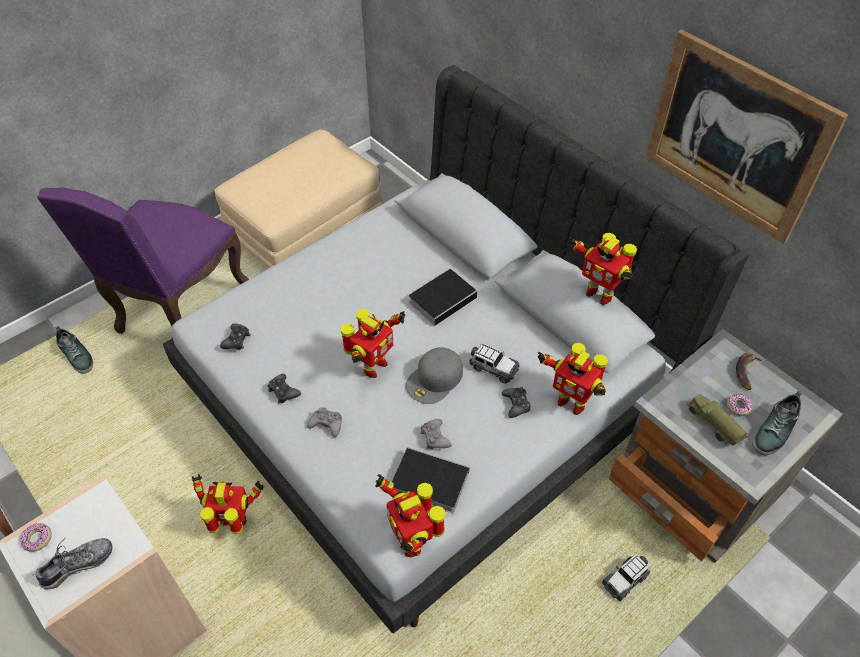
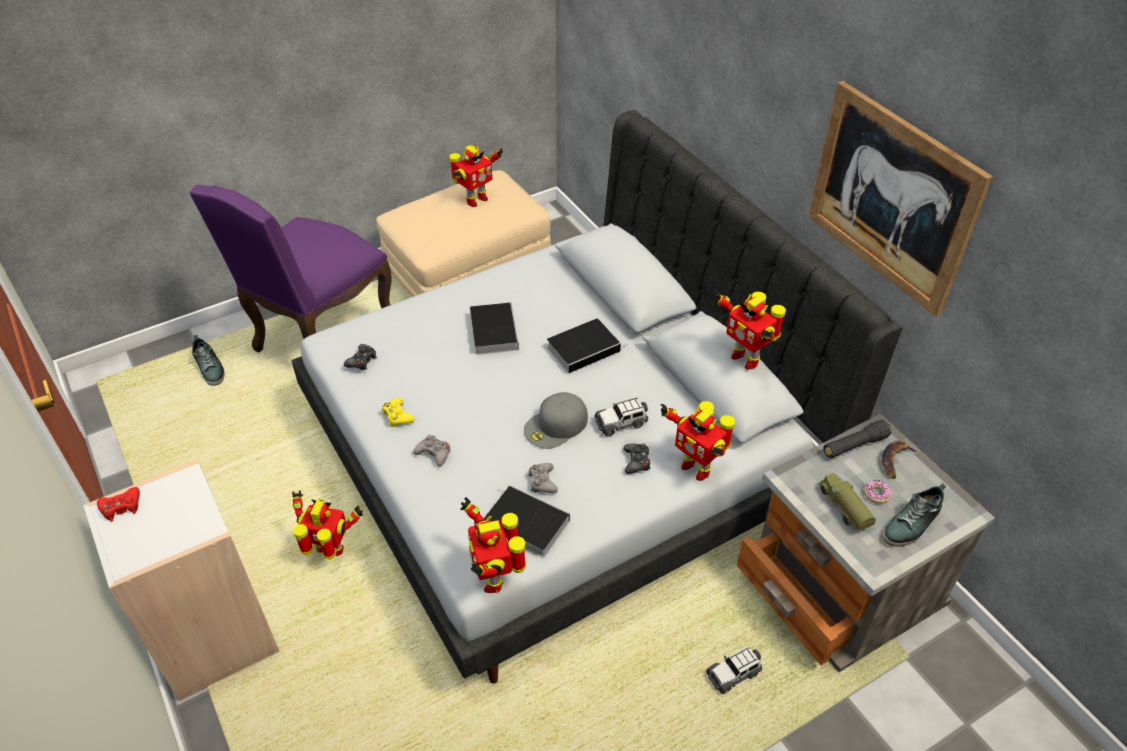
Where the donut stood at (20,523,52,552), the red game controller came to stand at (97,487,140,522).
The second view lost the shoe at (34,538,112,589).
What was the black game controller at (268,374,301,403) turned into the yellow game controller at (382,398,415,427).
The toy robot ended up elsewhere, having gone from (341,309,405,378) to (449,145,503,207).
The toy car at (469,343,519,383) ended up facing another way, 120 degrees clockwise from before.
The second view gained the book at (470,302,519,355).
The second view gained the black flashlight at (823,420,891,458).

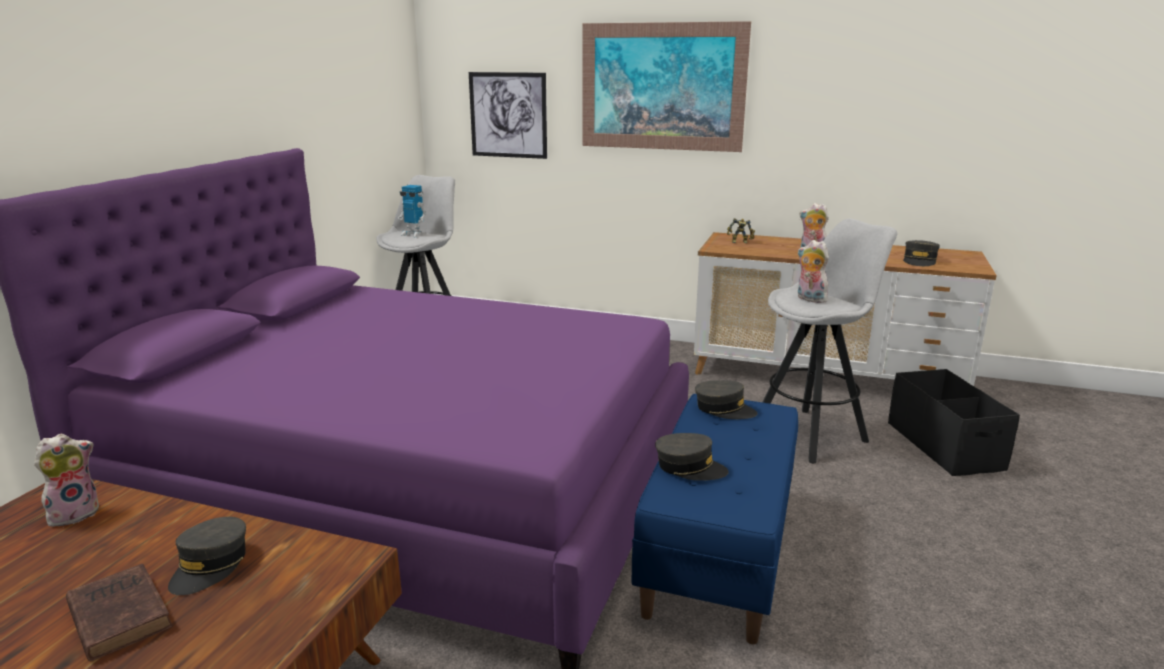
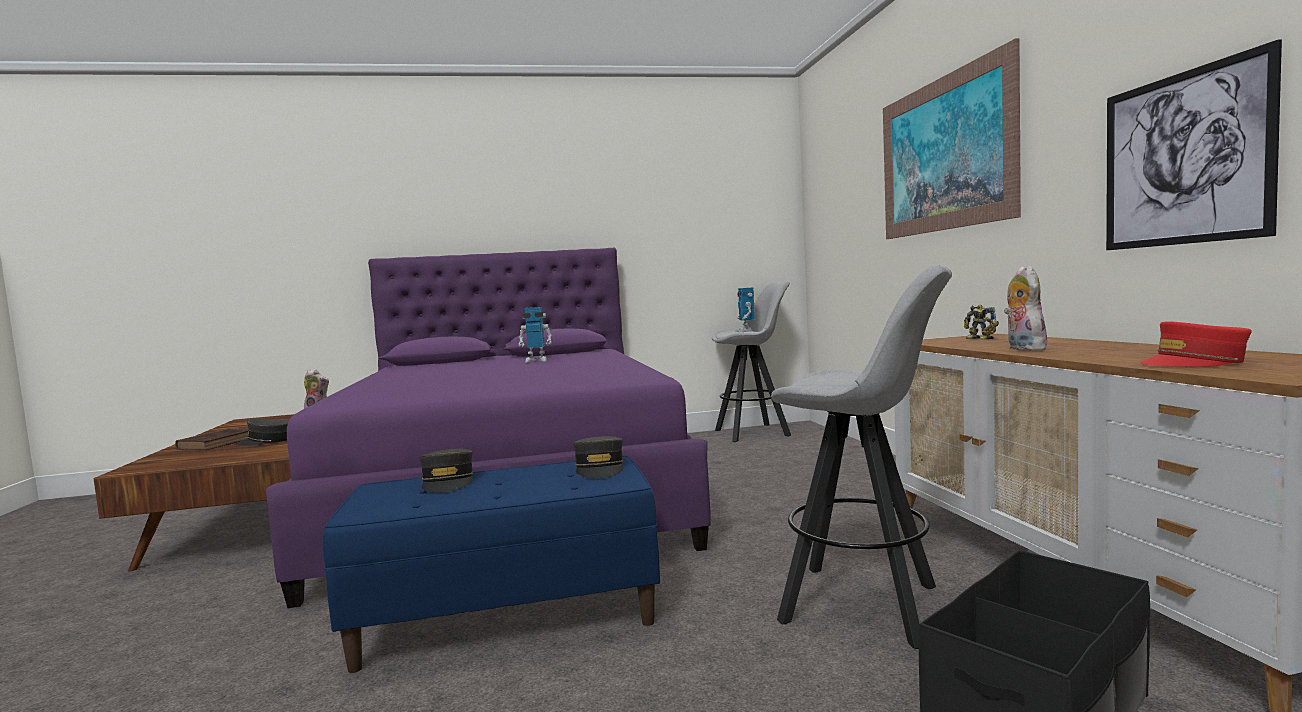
The picture ended up elsewhere, having gone from (469,72,547,159) to (1106,39,1282,250).
The second view lost the plush toy at (797,240,829,303).
What was the grey cap at (903,240,940,266) turned into the red cap at (1140,321,1252,367).
The second view gained the toy robot at (518,307,552,363).

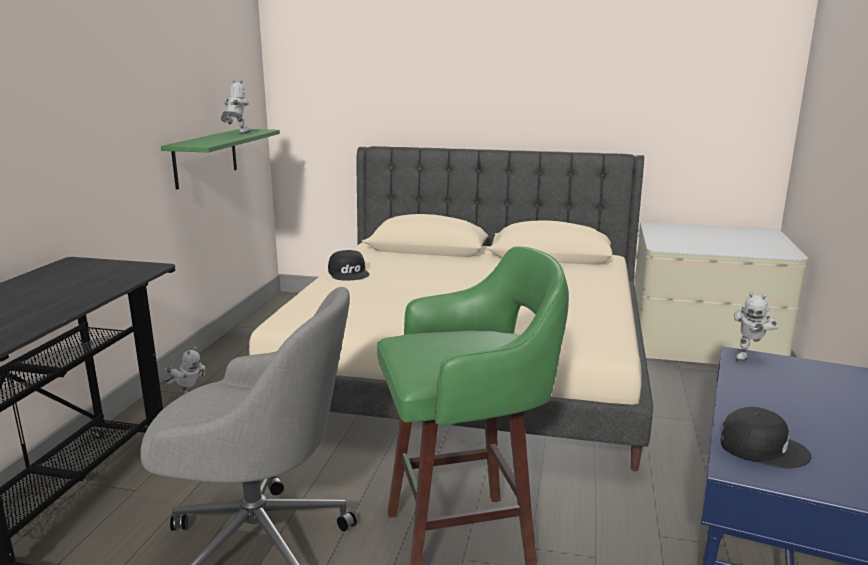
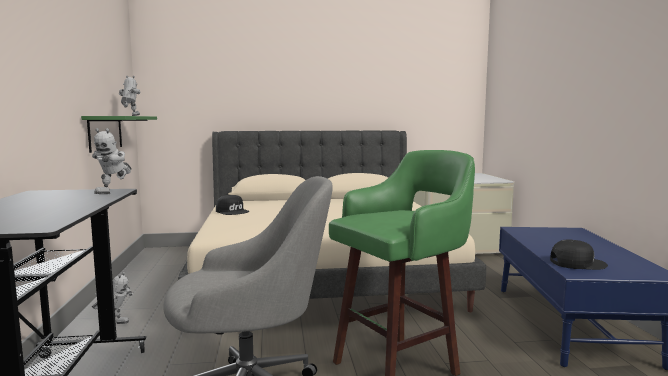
The toy robot ended up elsewhere, having gone from (734,292,778,362) to (92,128,132,194).

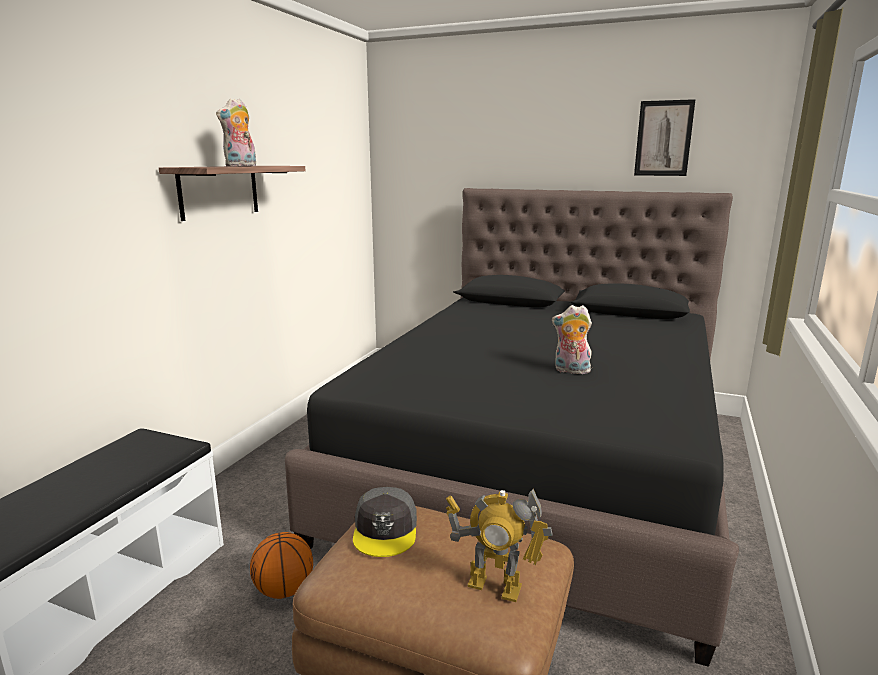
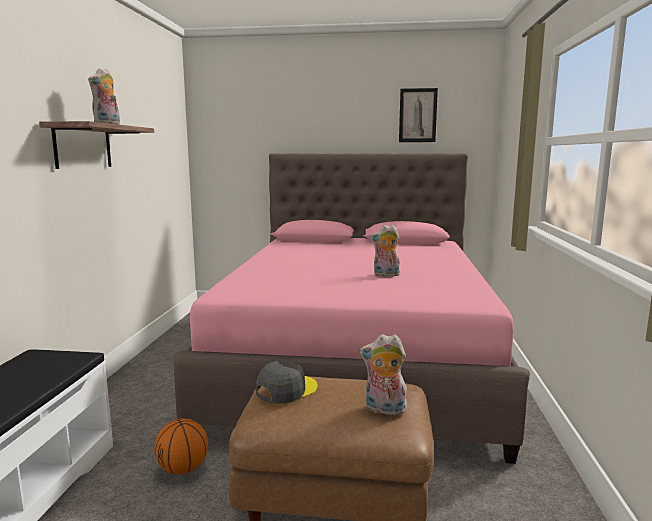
What was the black bed at (285,188,739,667) turned into the pink bed at (173,153,530,464).
The grey cap at (353,487,417,557) ended up facing another way, 120 degrees counterclockwise from before.
Where the toy robot stood at (446,489,552,602), the plush toy came to stand at (360,334,408,415).

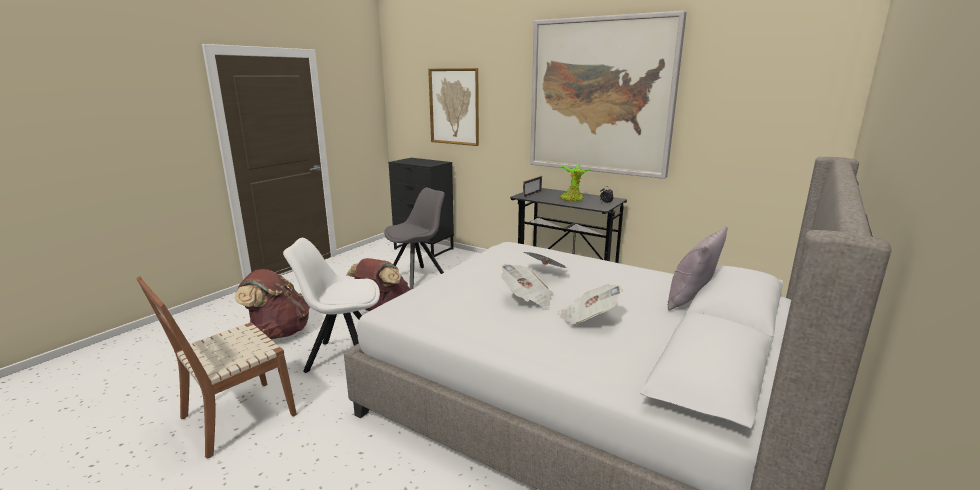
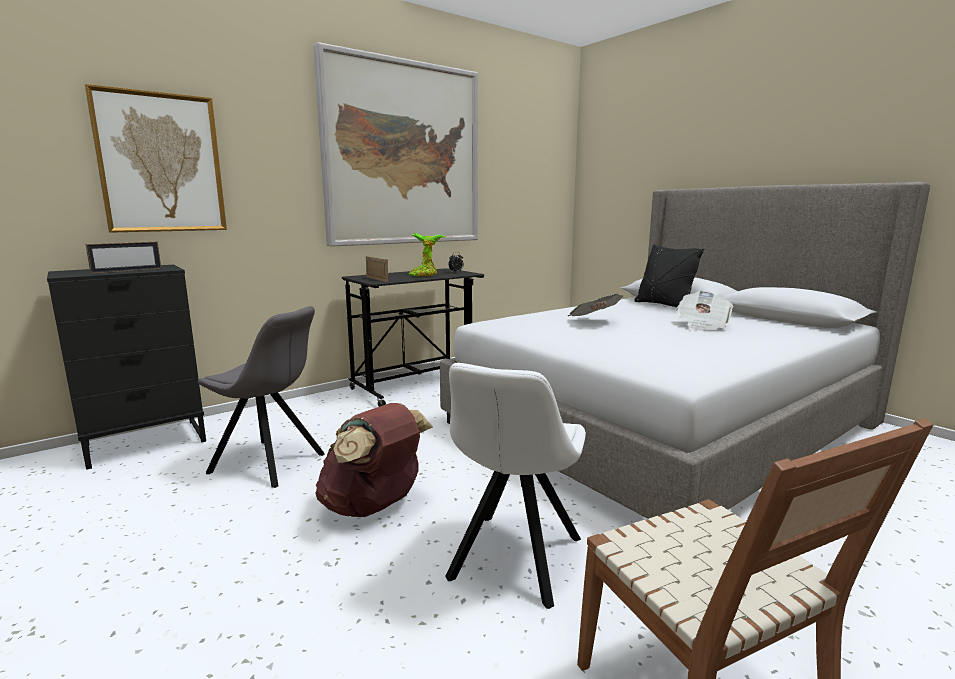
The second view lost the brown backpack at (235,269,310,339).
The grey chair at (384,188,445,290) ended up facing another way, 135 degrees clockwise from before.
The second view lost the newspaper at (501,264,553,308).
What was the purple pillow at (668,226,728,310) turned into the black pillow at (634,244,705,308).
The second view gained the picture frame at (85,241,161,274).

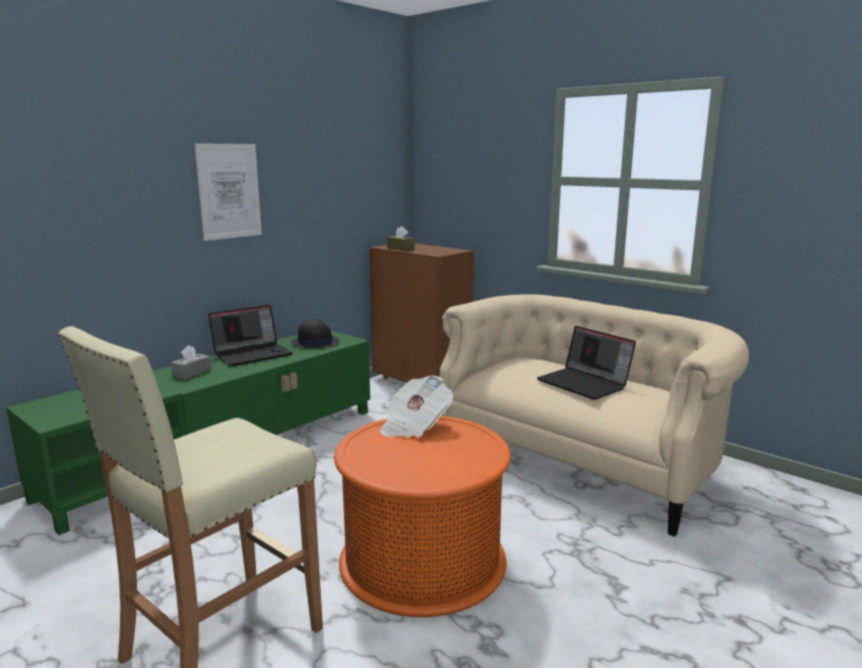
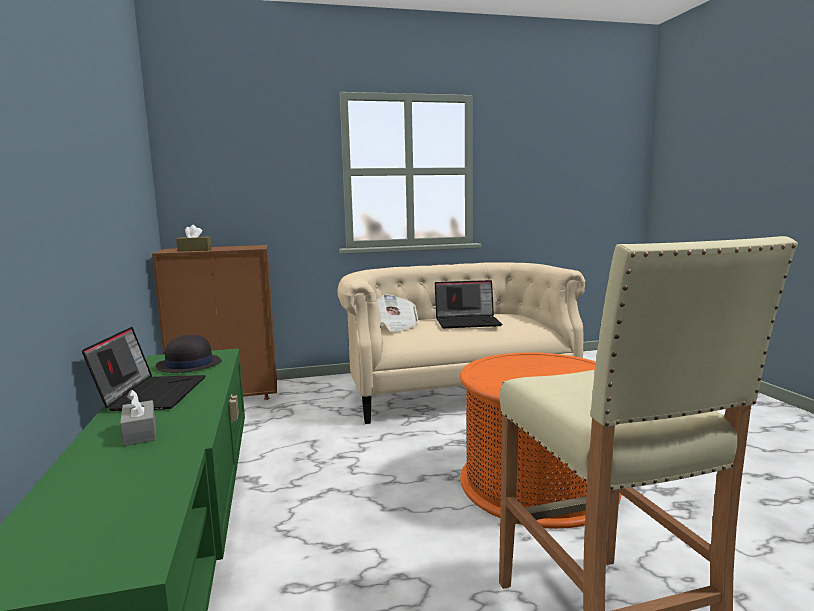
The second view lost the picture at (194,143,262,241).
The newspaper ended up elsewhere, having gone from (380,375,453,437) to (377,294,418,332).

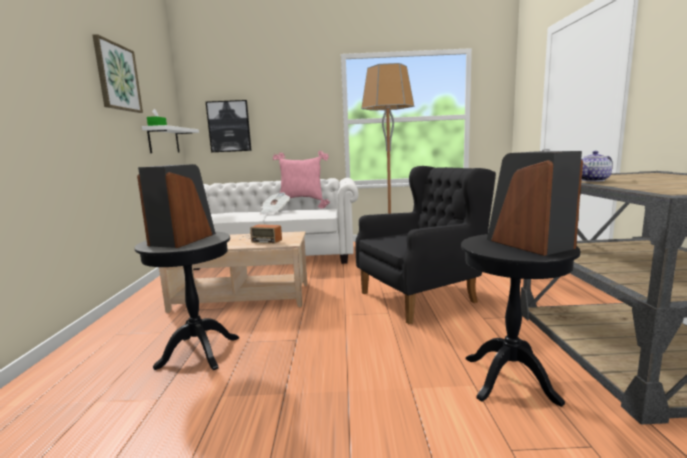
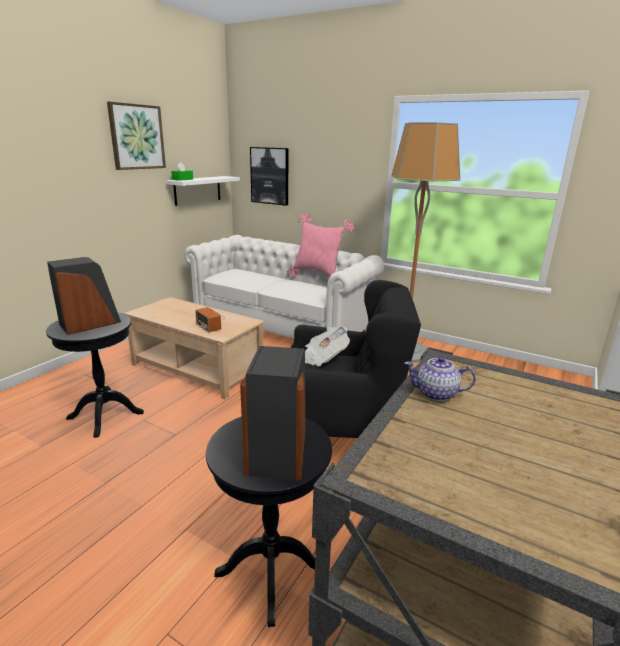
The newspaper ended up elsewhere, having gone from (260,192,290,215) to (305,326,350,367).

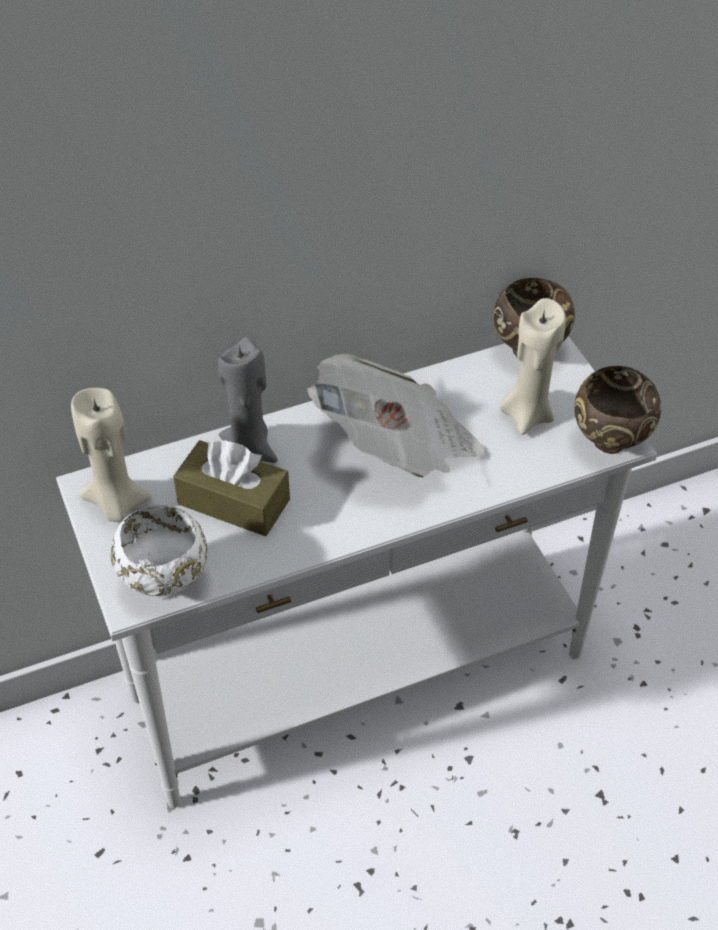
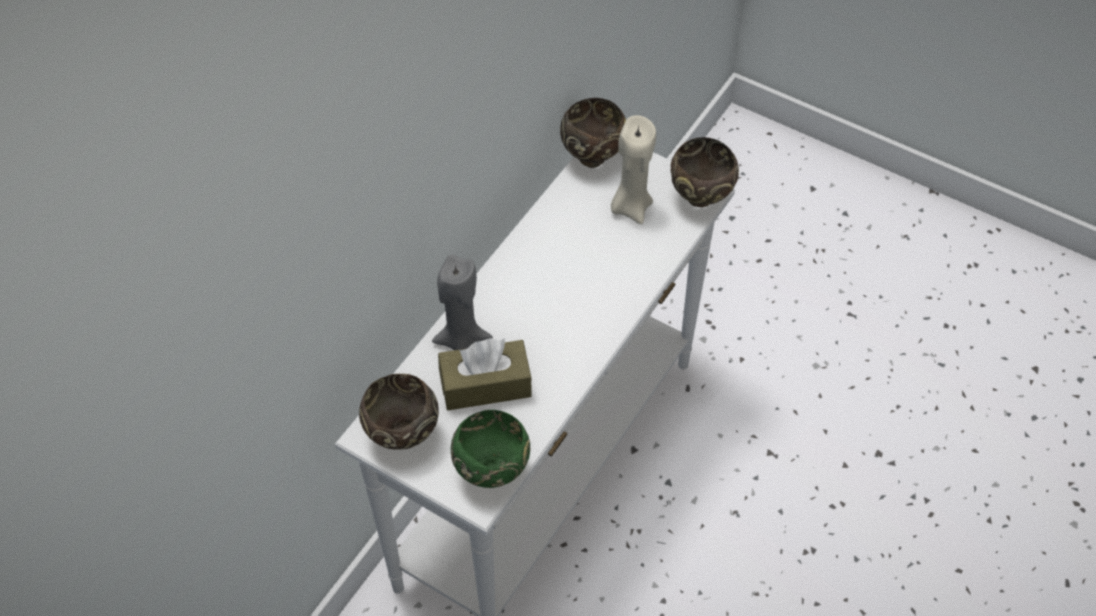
Where the beige candle stood at (71,388,152,522), the brown bowl came to stand at (359,374,439,450).
What was the white bowl at (111,505,207,598) turned into the green bowl at (451,410,530,488).
The second view lost the newspaper at (307,354,484,478).

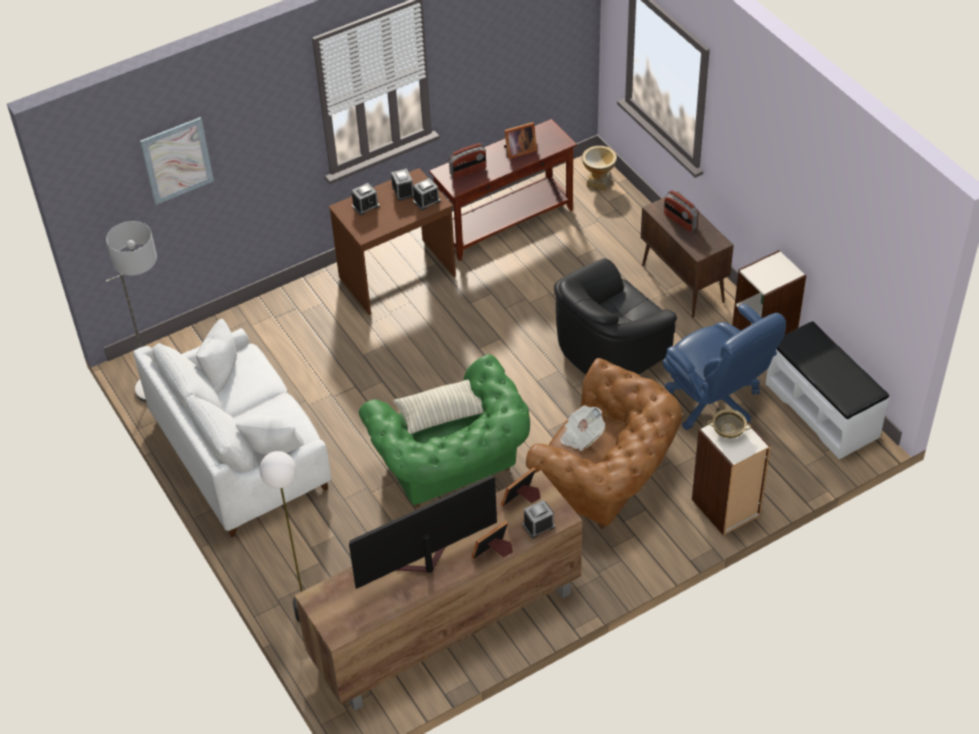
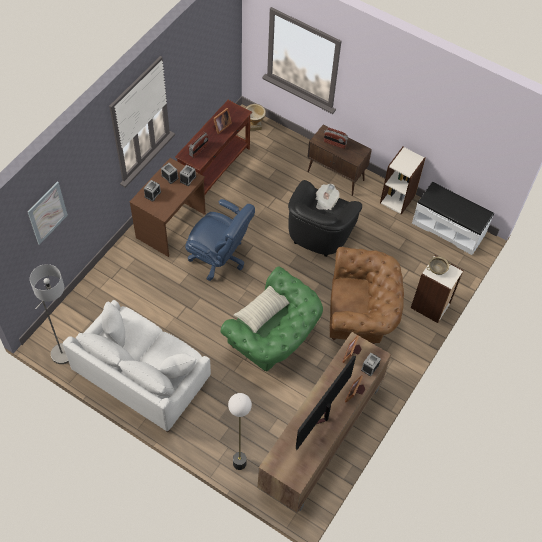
The newspaper ended up elsewhere, having gone from (560,405,605,451) to (316,184,340,210).
The blue office chair ended up elsewhere, having gone from (663,304,786,430) to (185,199,255,281).

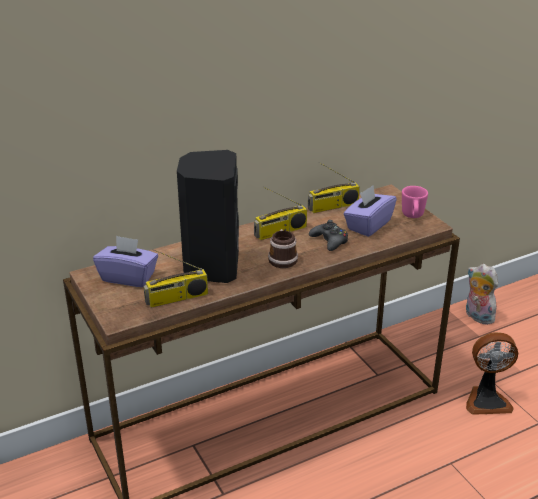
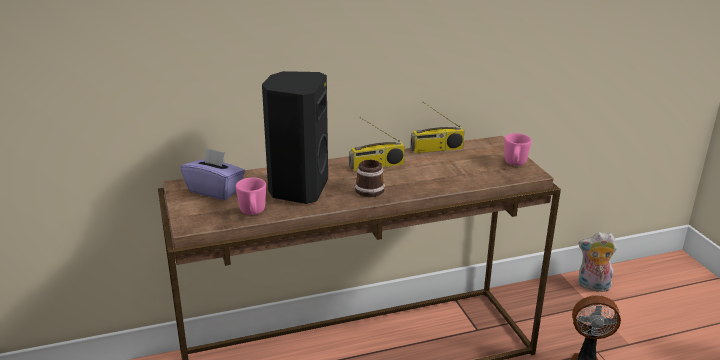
Where the radio stood at (143,249,208,308), the pink mug came to stand at (236,177,266,215).
The second view lost the black game controller at (309,220,348,251).
The second view lost the purple tissue box at (344,185,397,237).
The plush toy at (466,264,498,325) ended up facing another way, 45 degrees counterclockwise from before.

